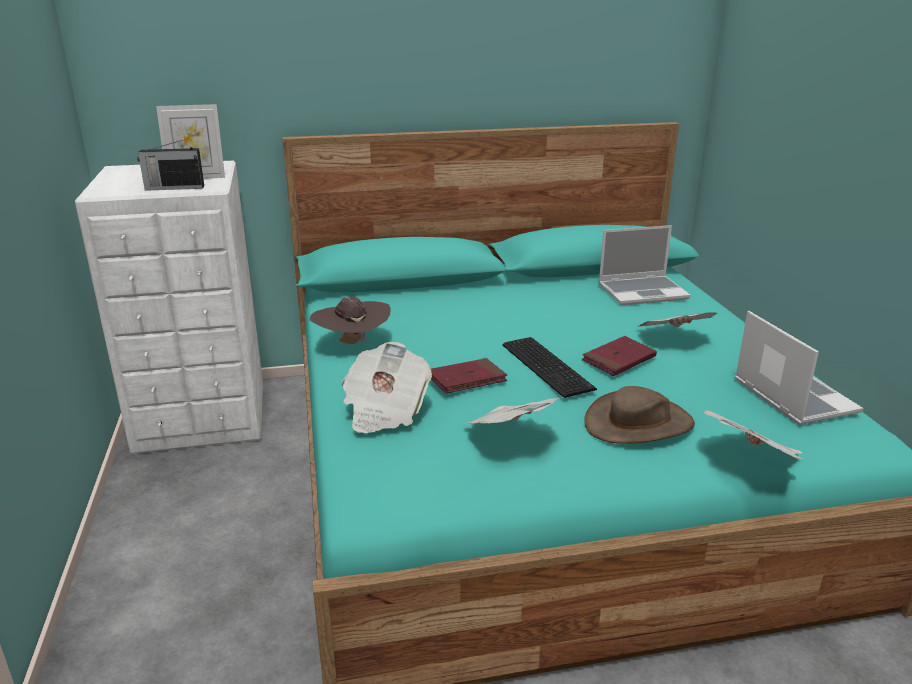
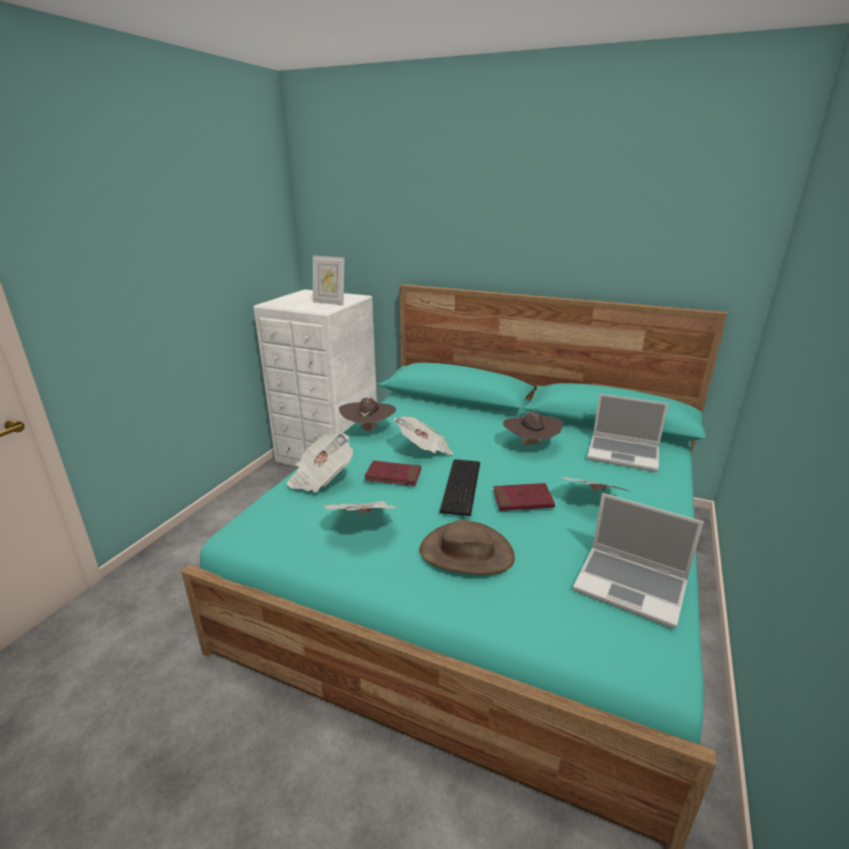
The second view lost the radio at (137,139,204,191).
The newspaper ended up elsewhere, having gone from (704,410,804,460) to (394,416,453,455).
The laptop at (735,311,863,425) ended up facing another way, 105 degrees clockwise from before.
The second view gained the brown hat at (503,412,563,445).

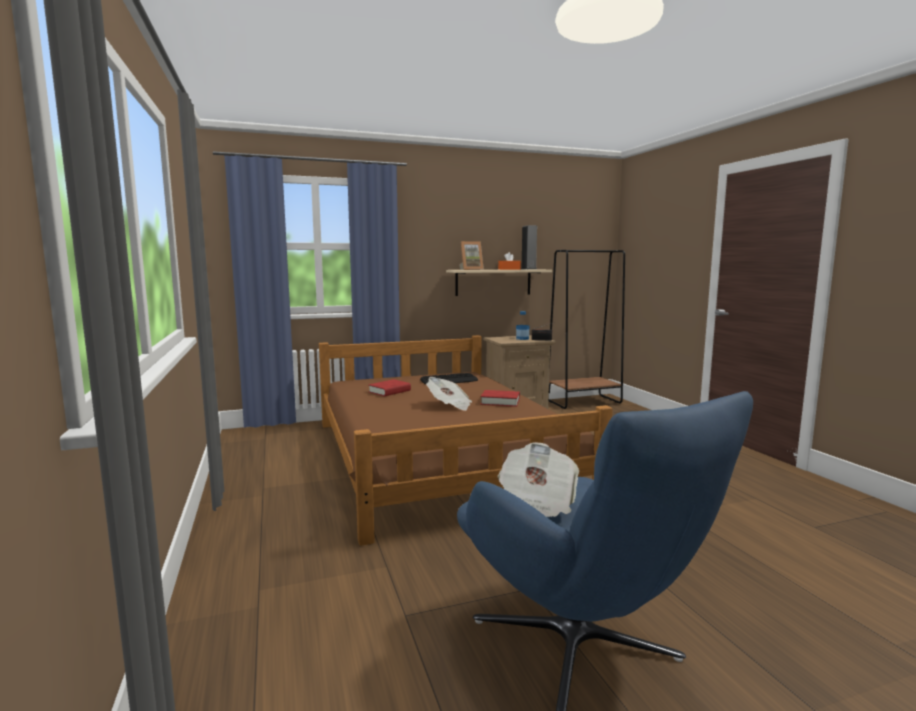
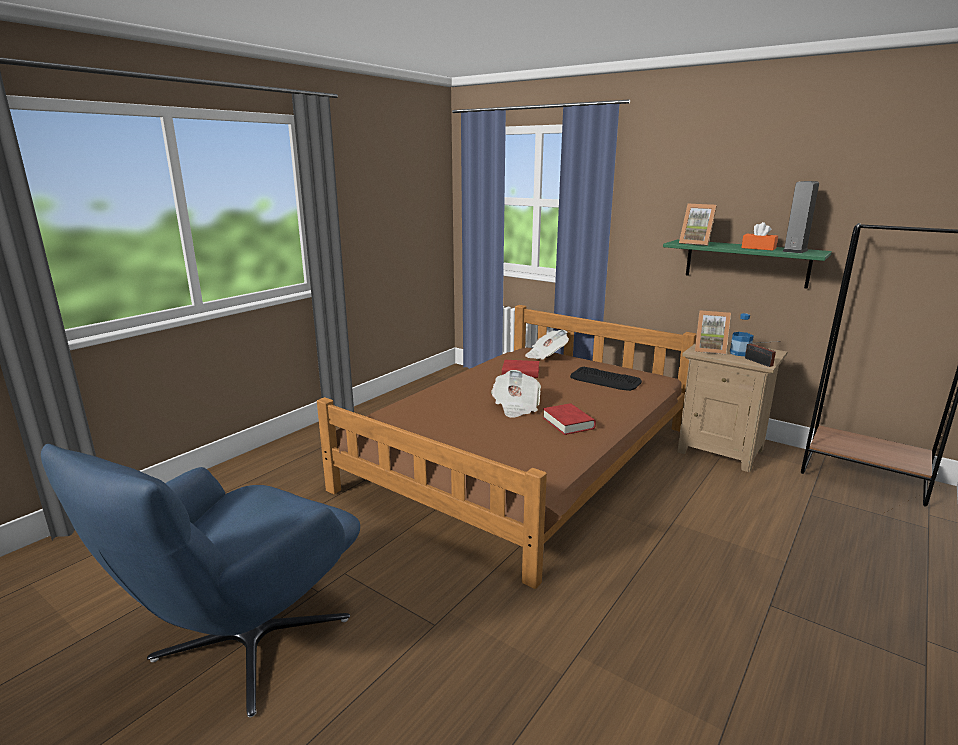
What was the beige shelf at (446,269,552,296) turned into the green shelf at (663,239,832,289).
The newspaper ended up elsewhere, having gone from (498,442,579,517) to (525,330,569,360).
The second view gained the picture frame at (695,310,731,354).

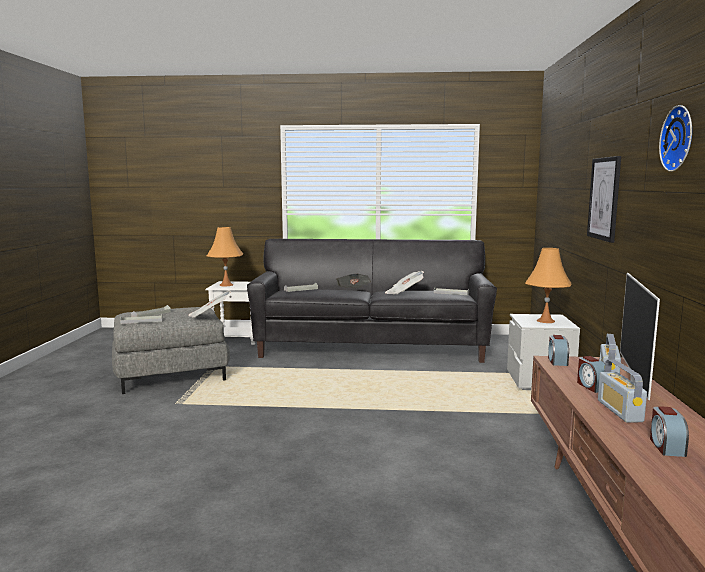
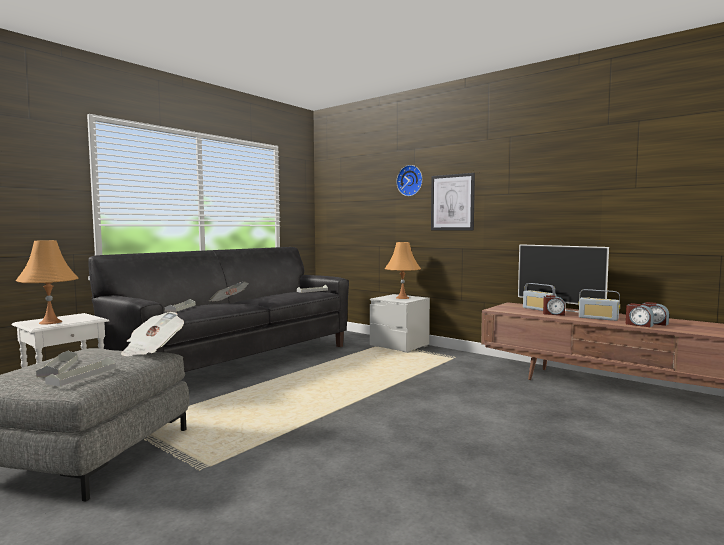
The second view lost the newspaper at (385,271,424,294).
The alarm clock ended up elsewhere, having gone from (548,335,569,366) to (626,303,654,327).
The wall clock ended up elsewhere, having gone from (659,105,692,172) to (396,165,423,196).

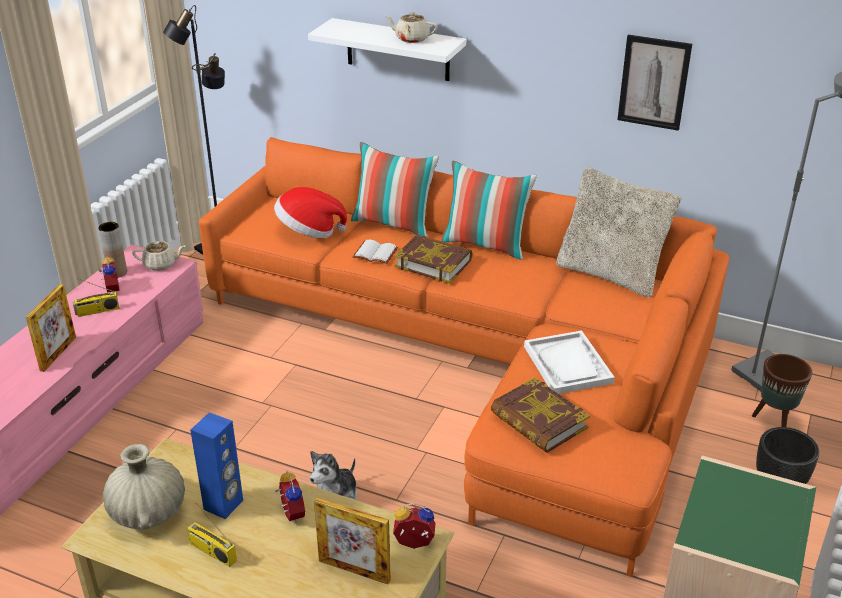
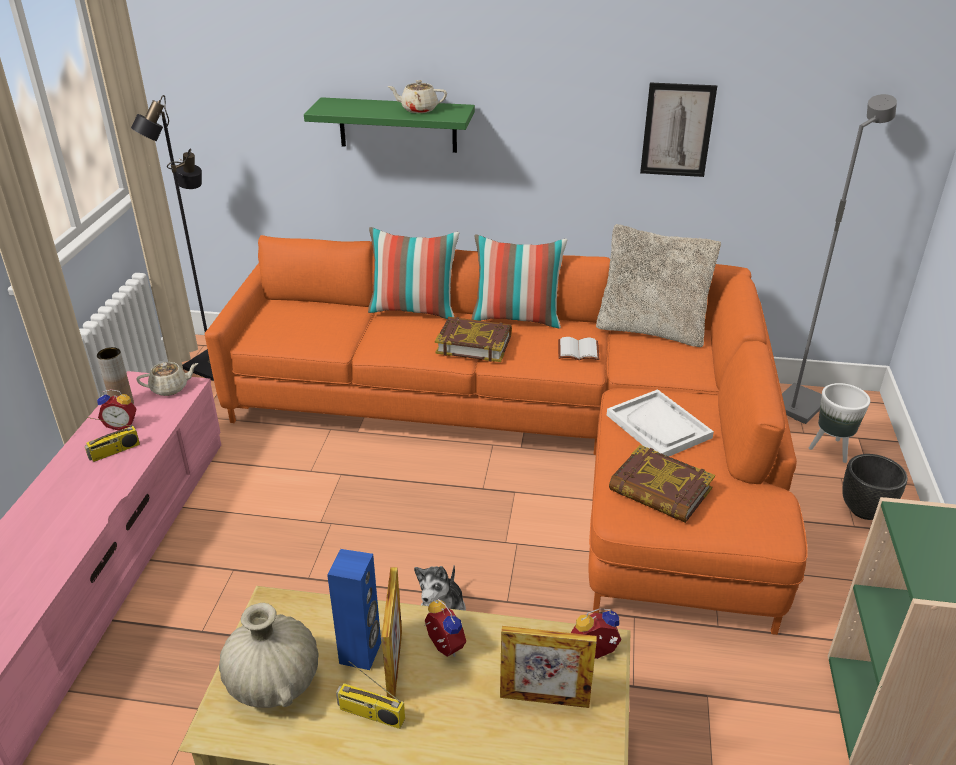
The picture frame ended up elsewhere, having gone from (26,284,76,372) to (382,567,402,699).
The alarm clock at (98,254,119,293) ended up facing another way, 120 degrees clockwise from before.
The second view lost the hat at (274,187,347,238).
What was the white shelf at (308,18,466,81) turned into the green shelf at (304,97,475,153).
The white book ended up elsewhere, having gone from (353,240,398,264) to (558,337,599,360).
What was the brown planter at (752,354,812,427) turned into the white planter at (809,383,870,463).

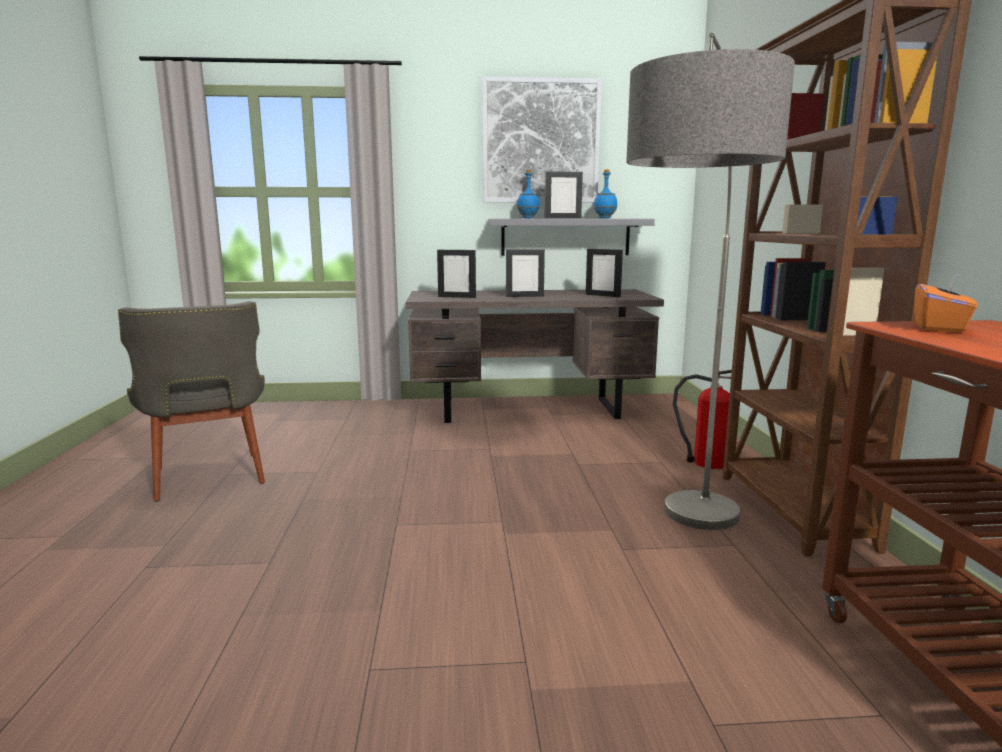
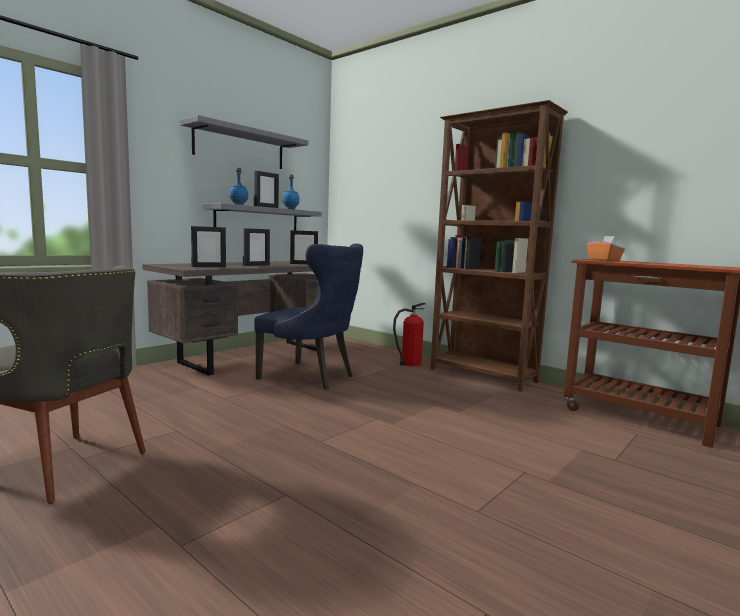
Where the picture hung at (482,77,602,203), the grey shelf came to hang at (180,115,308,169).
The second view lost the floor lamp at (626,33,795,530).
The second view gained the blue chair at (254,243,363,390).

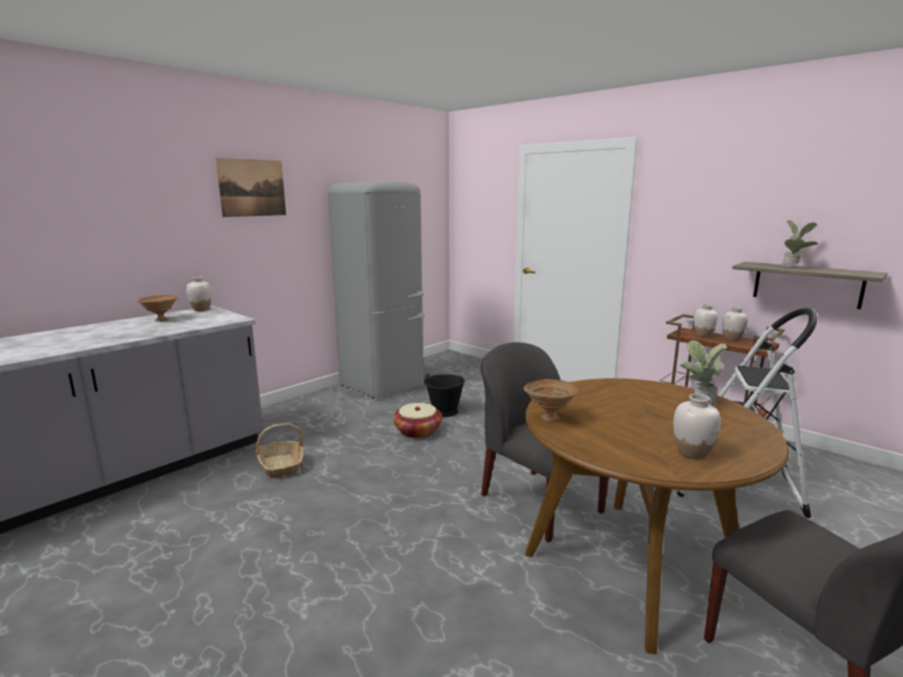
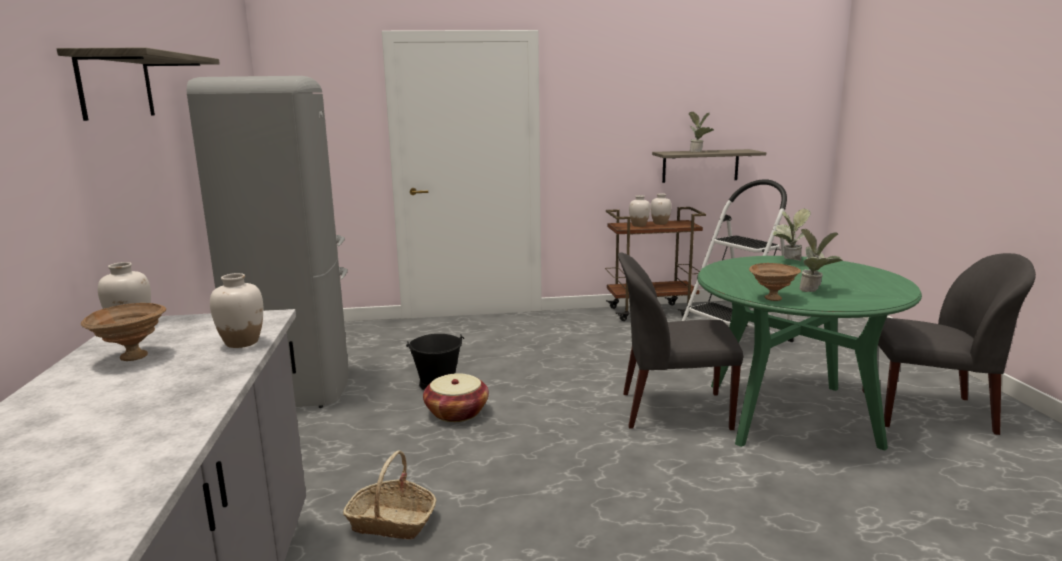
Where the picture hung at (215,158,286,217), the shelf came to hang at (57,47,220,121).
What was the brown dining table at (525,378,789,654) turned into the green dining table at (697,256,922,450).
The white vase ended up elsewhere, having gone from (673,394,721,459) to (210,273,263,348).
The second view gained the potted plant at (799,229,843,292).

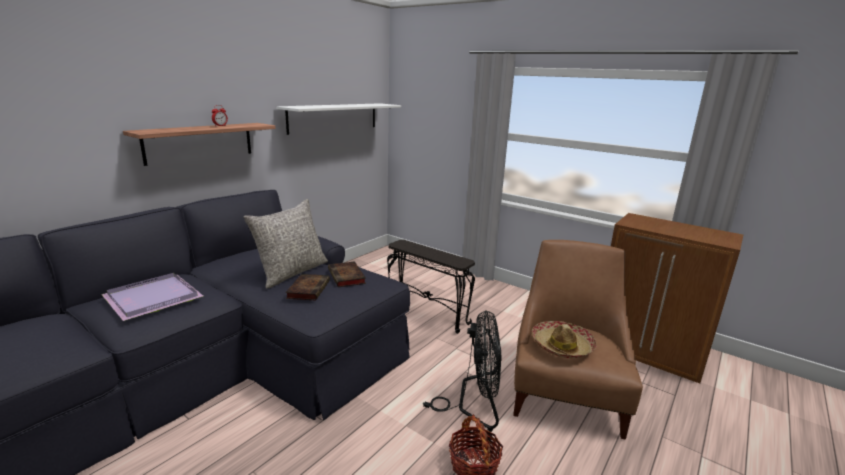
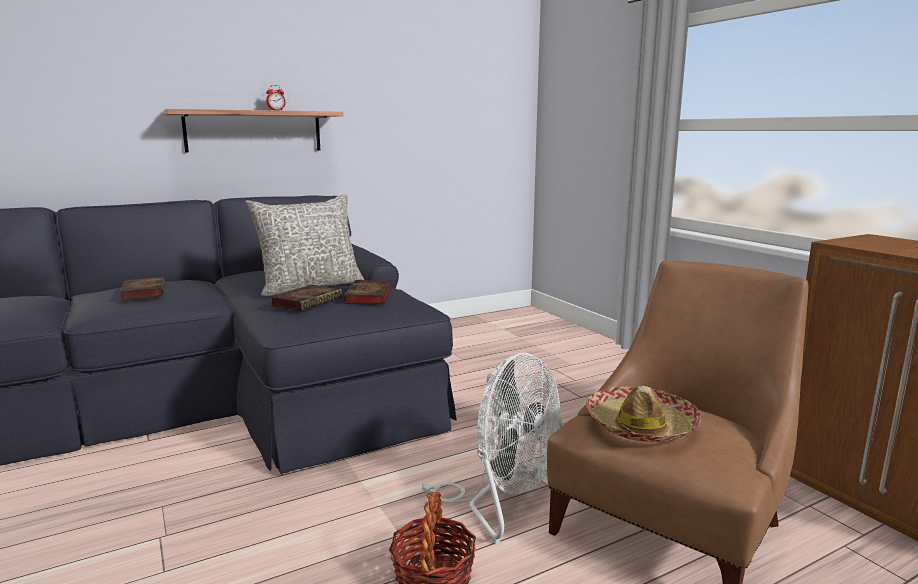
Where the purple tray stood at (101,273,203,321), the book came to stand at (119,277,165,300).
The second view lost the white shelf at (276,103,401,135).
The second view lost the black side table at (387,240,475,334).
What was the black fan at (422,310,501,432) turned into the white fan at (422,353,563,545).

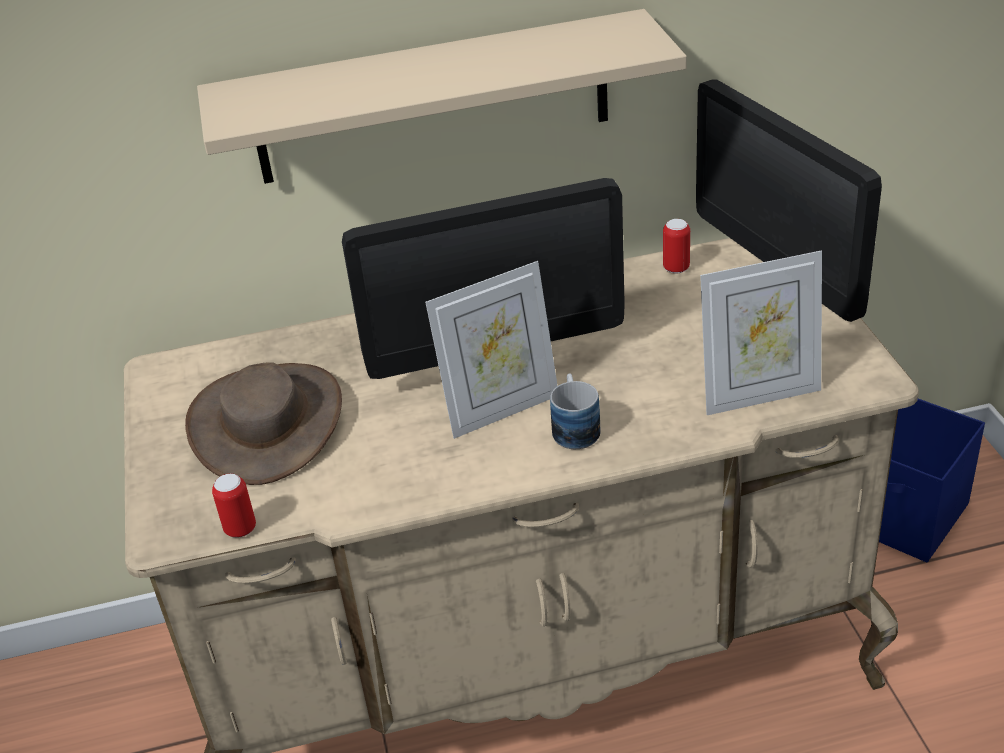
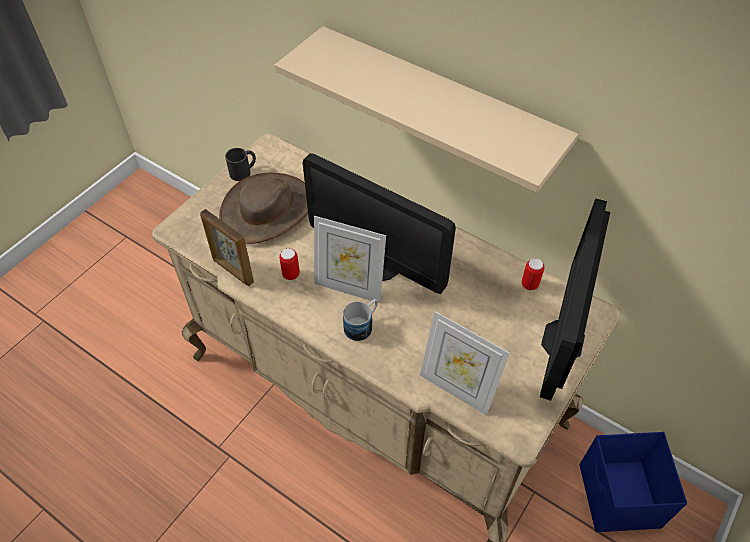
The can ended up elsewhere, having gone from (212,473,256,538) to (279,248,300,280).
The second view gained the picture frame at (200,209,254,286).
The second view gained the black mug at (225,148,256,181).

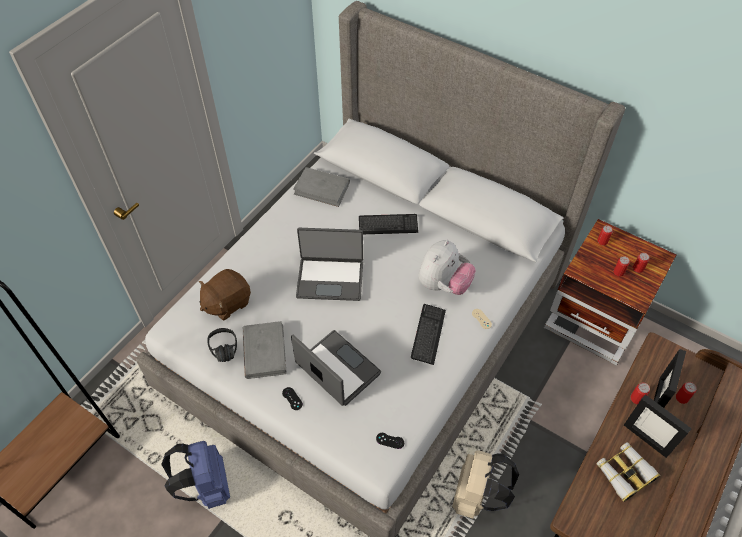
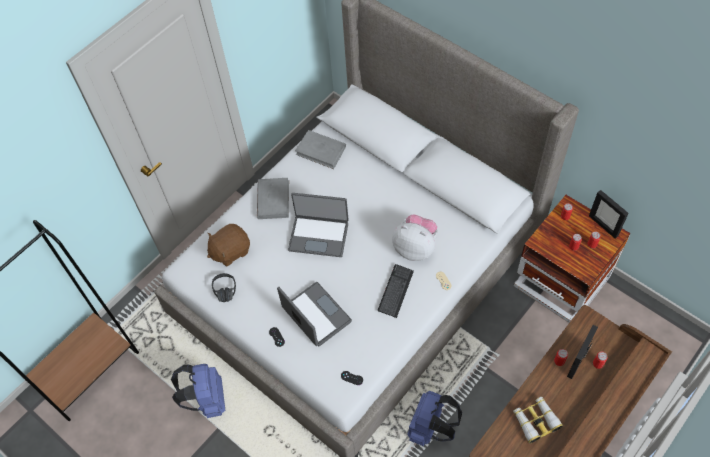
The grey book ended up elsewhere, having gone from (243,321,287,379) to (257,178,289,219).
The second view lost the keyboard at (359,214,418,234).
The plush toy at (418,240,476,295) ended up facing another way, 105 degrees counterclockwise from before.
What was the beige backpack at (452,450,519,519) turned into the blue backpack at (407,391,462,446).
The picture frame ended up elsewhere, having gone from (624,395,692,458) to (589,190,629,239).

